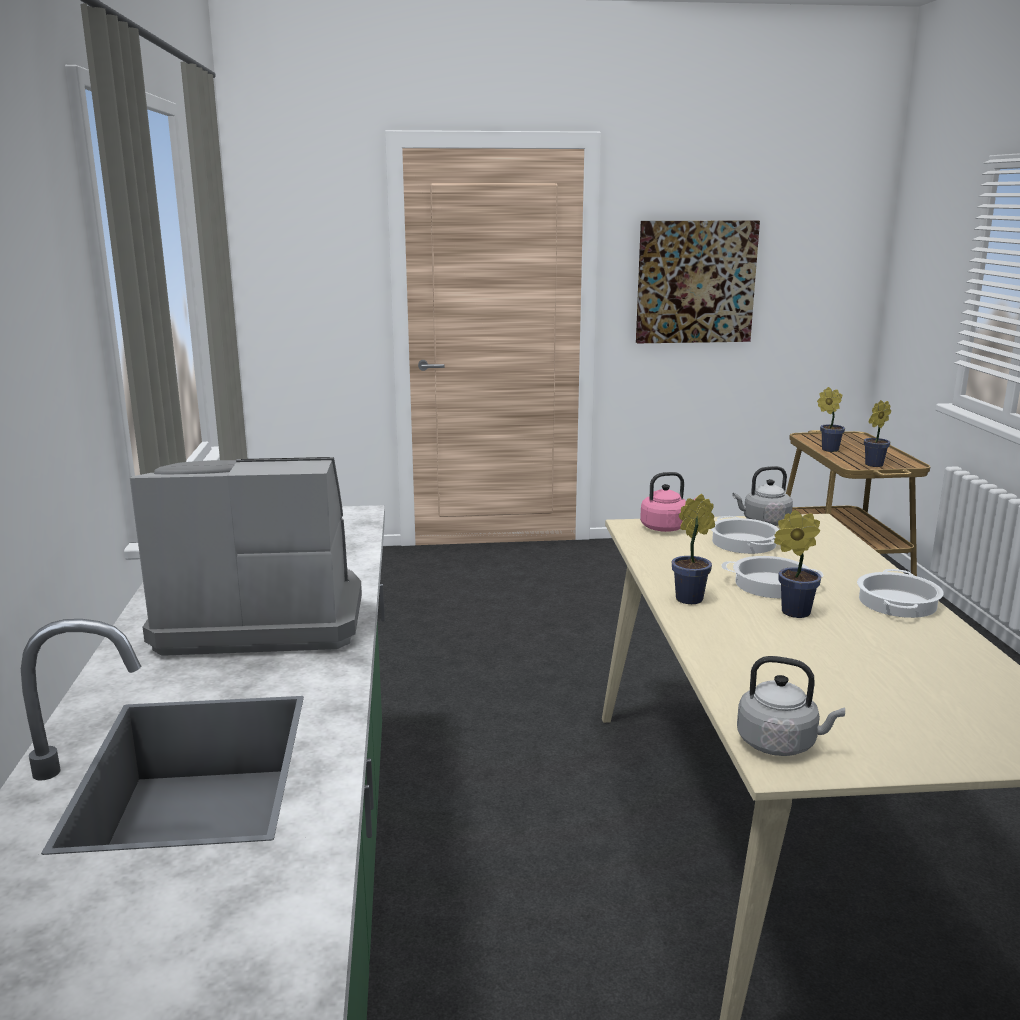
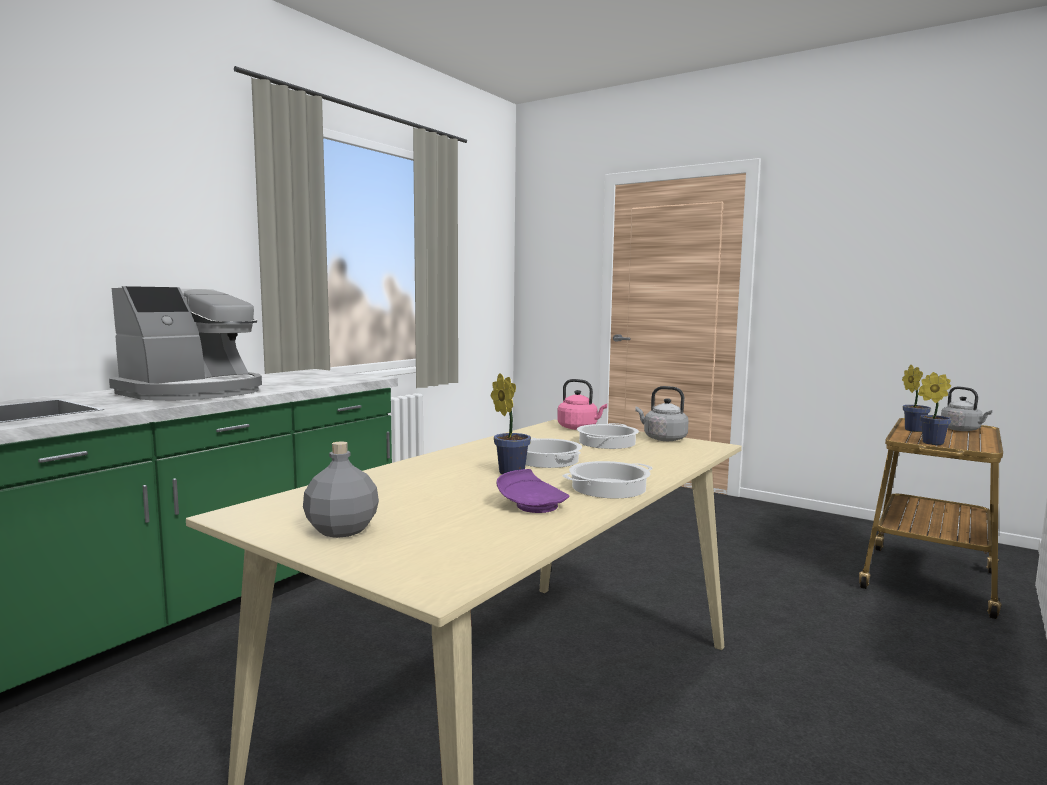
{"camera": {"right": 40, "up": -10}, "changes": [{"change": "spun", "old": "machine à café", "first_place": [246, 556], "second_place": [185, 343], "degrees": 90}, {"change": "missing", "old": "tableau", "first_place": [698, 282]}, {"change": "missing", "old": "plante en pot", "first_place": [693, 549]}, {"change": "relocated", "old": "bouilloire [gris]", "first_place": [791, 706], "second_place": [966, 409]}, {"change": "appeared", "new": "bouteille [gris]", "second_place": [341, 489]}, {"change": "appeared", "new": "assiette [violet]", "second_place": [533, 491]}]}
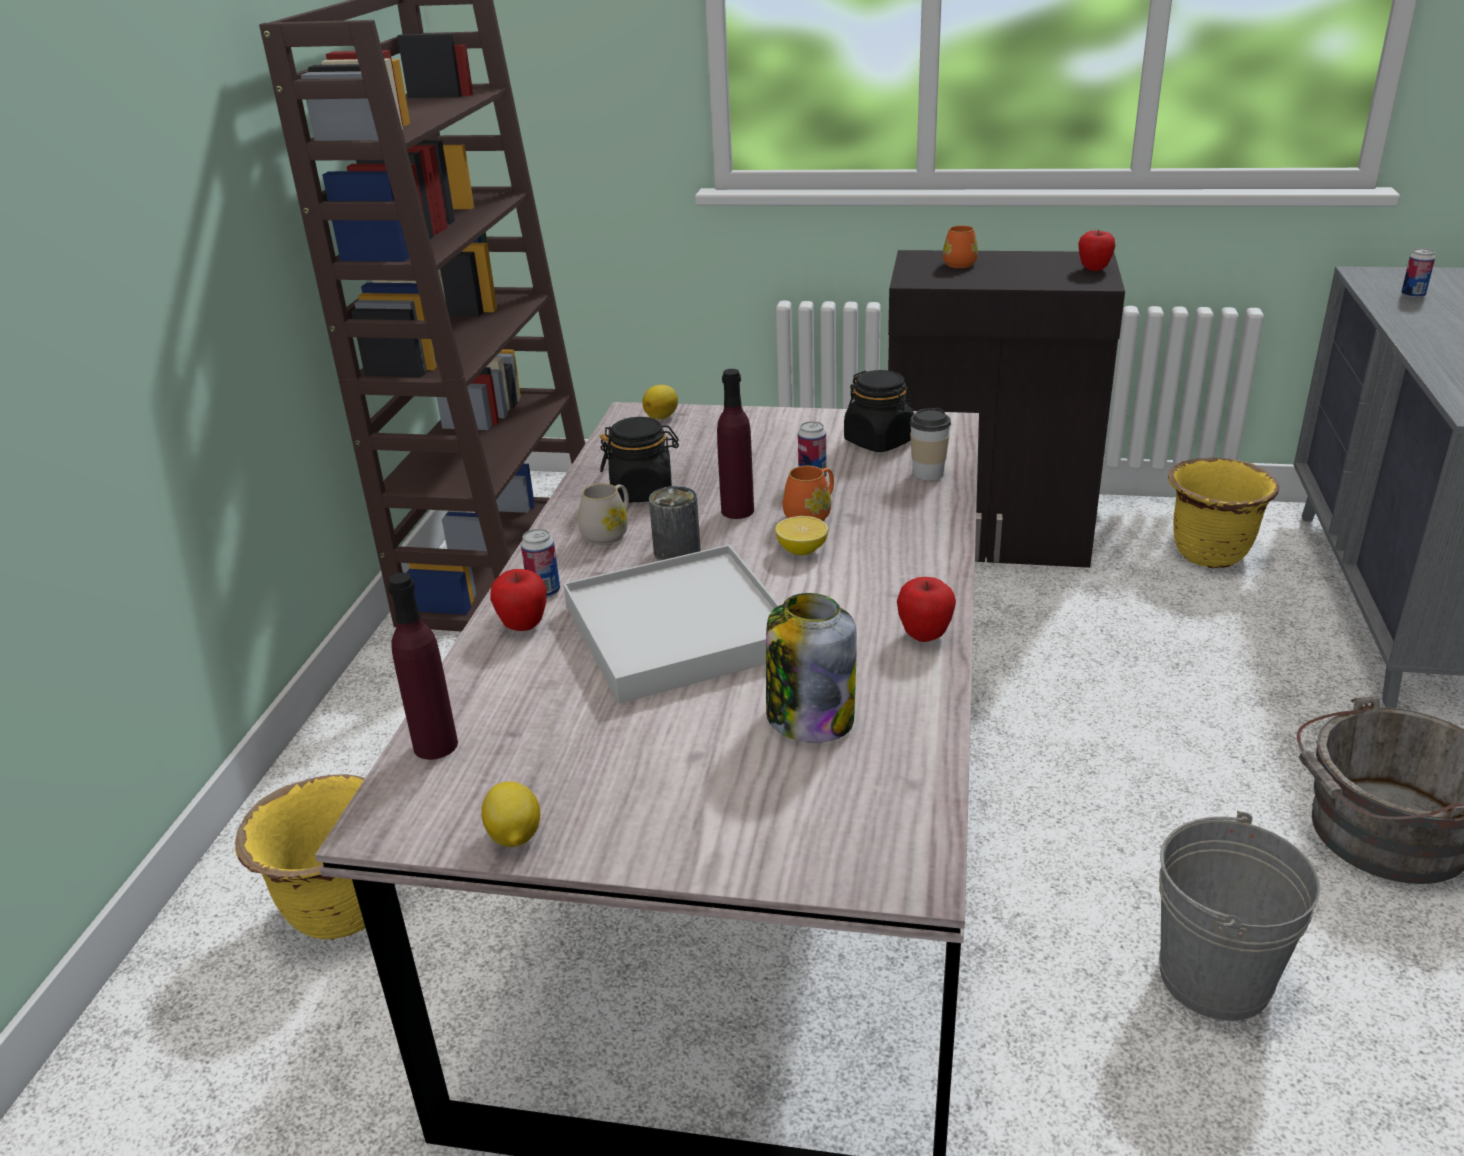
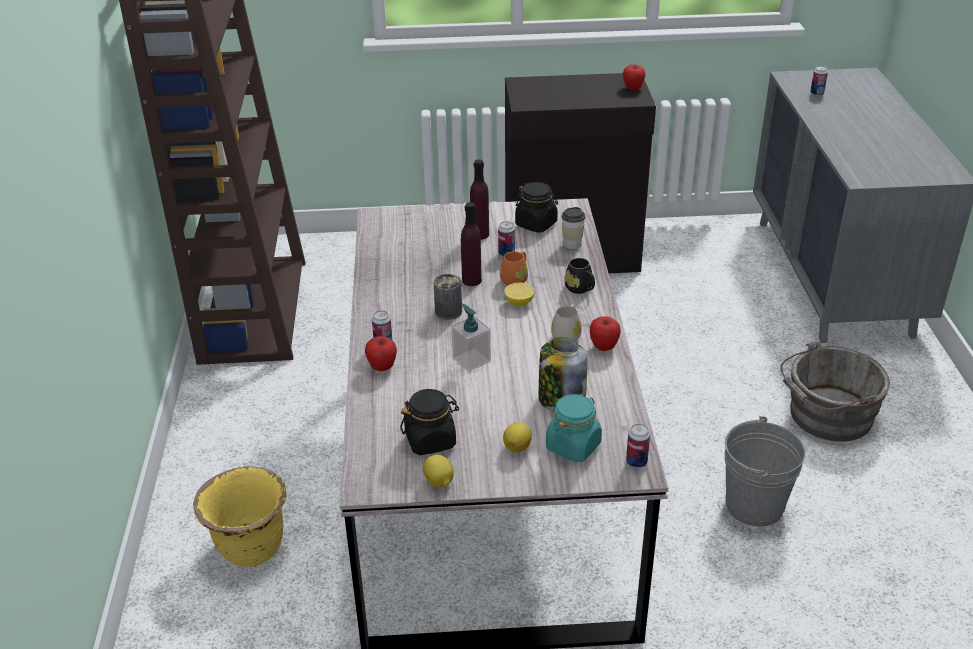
{"camera": {"right": -15, "up": 5}, "changes": [{"change": "relocated", "old": "bouteille [violet]", "first_place": [423, 666], "second_place": [479, 199]}, {"change": "exchanged", "old": "plateau [blanc]", "new": "distributeur de savon", "first_place": [671, 624], "second_place": [471, 338]}, {"change": "relocated", "old": "mug [blanc]", "first_place": [603, 514], "second_place": [566, 323]}, {"change": "relocated", "old": "bocal [noir]", "first_place": [639, 459], "second_place": [429, 422]}, {"change": "relocated", "old": "citron", "first_place": [660, 402], "second_place": [517, 437]}, {"change": "missing", "old": "mug [orange]", "first_place": [960, 246]}, {"change": "missing", "old": "cache-pot [jaune]", "first_place": [1223, 513]}, {"change": "appeared", "new": "bocal [turquoise]", "second_place": [574, 428]}, {"change": "appeared", "new": "mug [noir]", "second_place": [579, 276]}, {"change": "appeared", "new": "boîte métallique", "second_place": [638, 446]}]}
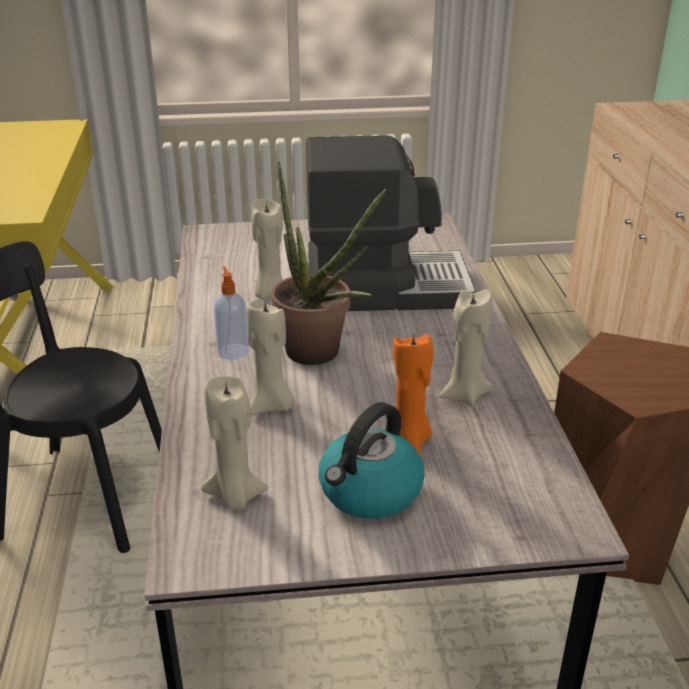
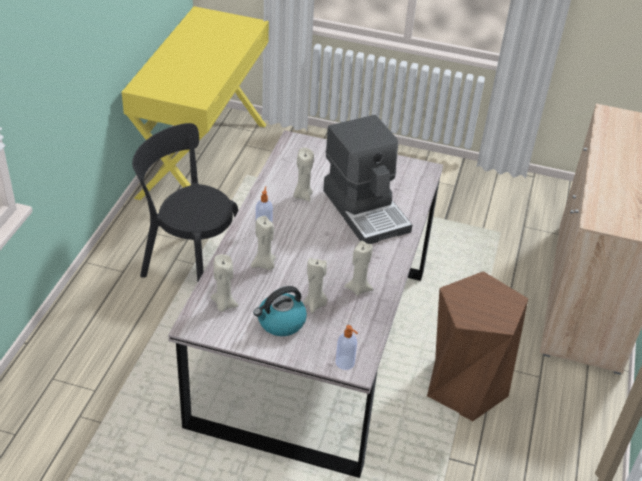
{"camera": {"right": 20, "up": 10}, "changes": [{"change": "missing", "old": "plante en pot", "first_place": [328, 263]}, {"change": "spun", "old": "machine à café", "first_place": [391, 223], "second_place": [367, 179], "degrees": 45}, {"change": "colour", "old": "bougie [orange]", "new": "bougie [beige]", "first_place": [413, 394], "second_place": [315, 286]}, {"change": "appeared", "new": "distributeur de savon", "second_place": [347, 347]}]}
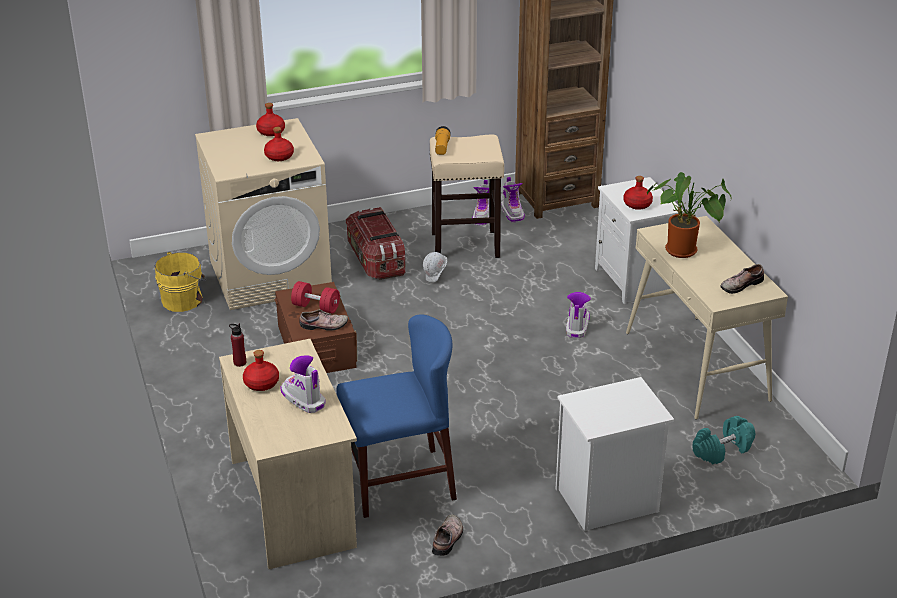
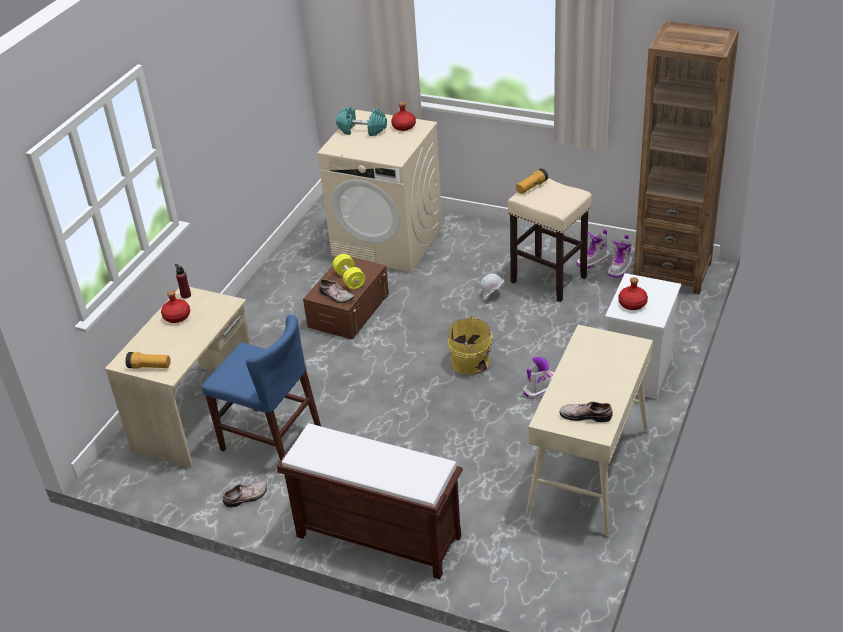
{"camera": {"right": 45, "up": 5}, "changes": [{"change": "relocated", "old": "seau [jaune]", "first_place": [180, 282], "second_place": [470, 345]}, {"change": "missing", "old": "bouteille [rouge]", "first_place": [279, 144]}, {"change": "missing", "old": "botte", "first_place": [303, 384]}, {"change": "colour", "old": "haltère [rouge]", "new": "haltère [jaune]", "first_place": [315, 297], "second_place": [349, 271]}, {"change": "missing", "old": "boîte de rangement", "first_place": [376, 243]}, {"change": "exchanged", "old": "table de chevet [blanc]", "new": "banc [marron]", "first_place": [615, 454], "second_place": [370, 501]}, {"change": "missing", "old": "plante en pot", "first_place": [689, 215]}, {"change": "relocated", "old": "haltère [turquoise]", "first_place": [724, 440], "second_place": [361, 121]}, {"change": "appeared", "new": "lampe de poche", "second_place": [147, 360]}]}
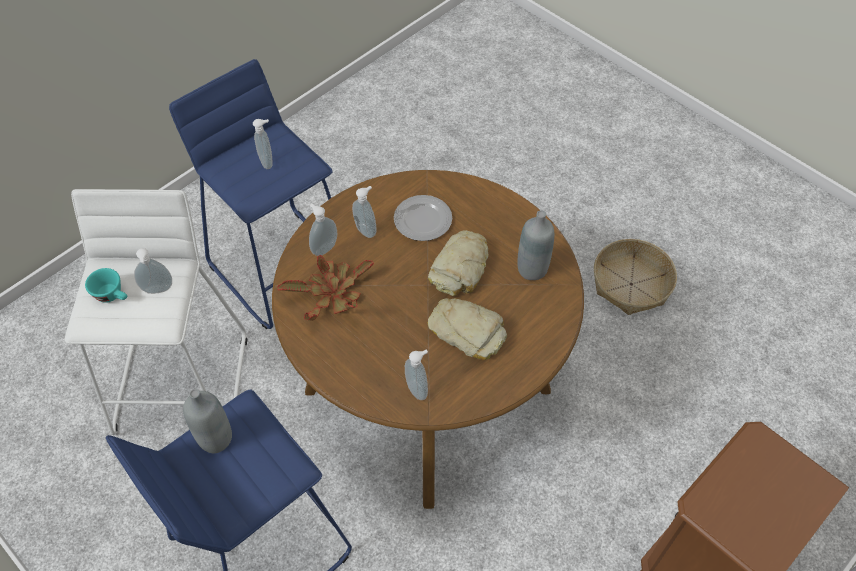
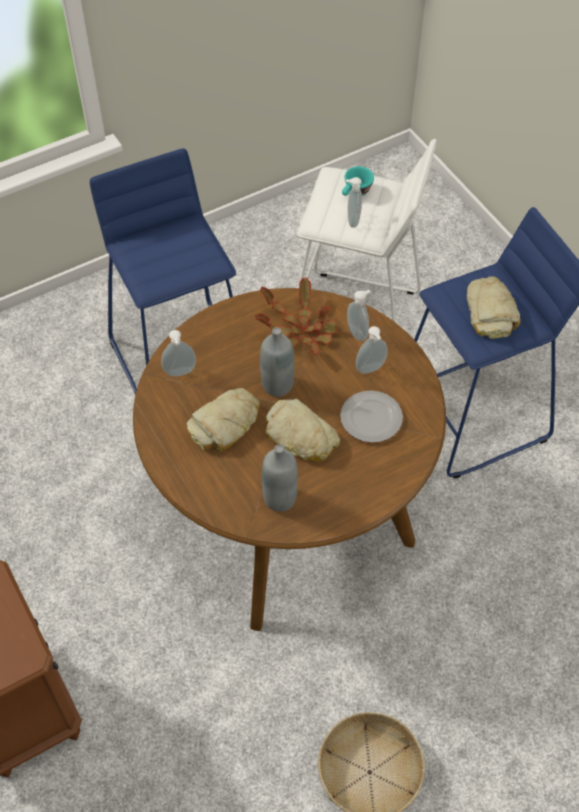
{"camera": {"right": 105, "up": 0}, "changes": [{"change": "relocated", "old": "bouteille [gris]", "first_place": [207, 421], "second_place": [277, 362]}, {"change": "exchanged", "old": "distributeur de savon", "new": "pain", "first_place": [262, 144], "second_place": [493, 307]}]}
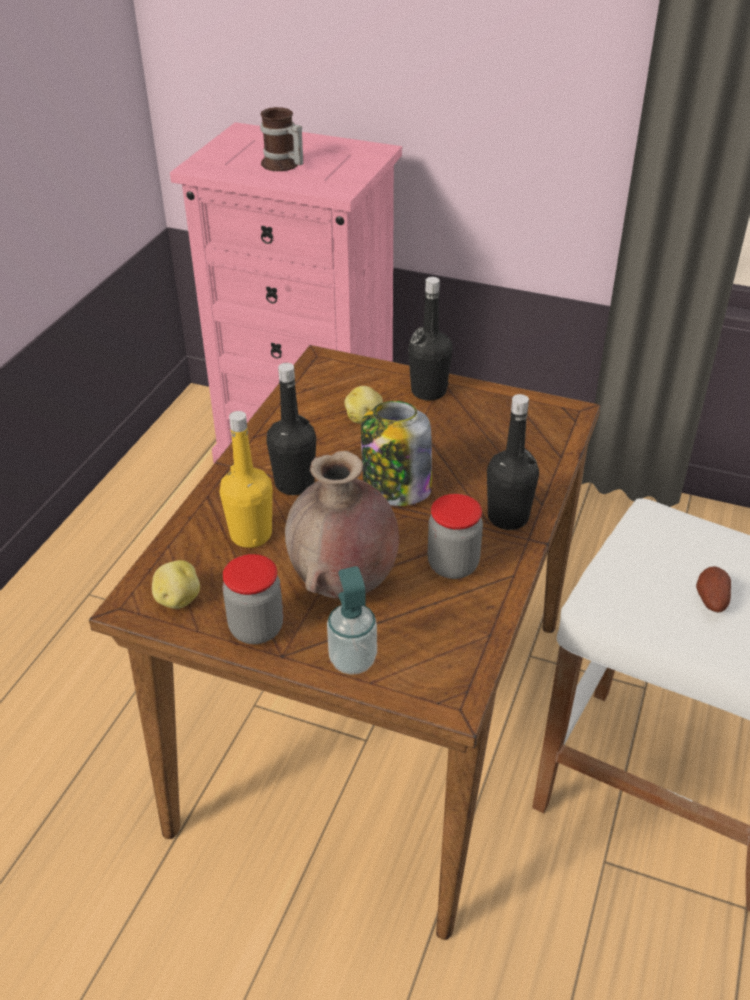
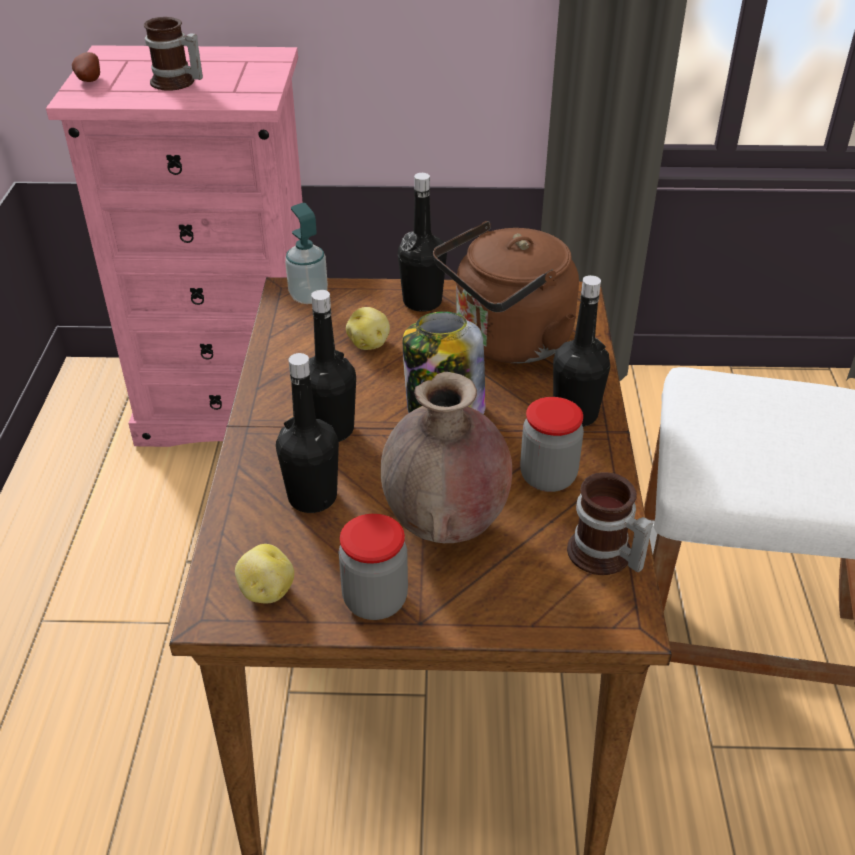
{"camera": {"right": -20, "up": 0}, "changes": [{"change": "colour", "old": "bouteille [jaune]", "new": "bouteille [noir]", "first_place": [246, 479], "second_place": [307, 433]}, {"change": "relocated", "old": "distributeur de savon", "first_place": [352, 620], "second_place": [306, 253]}, {"change": "relocated", "old": "pomme de terre", "first_place": [713, 589], "second_place": [86, 67]}, {"change": "appeared", "new": "bouilloire [marron]", "second_place": [506, 292]}, {"change": "appeared", "new": "mug", "second_place": [610, 523]}]}
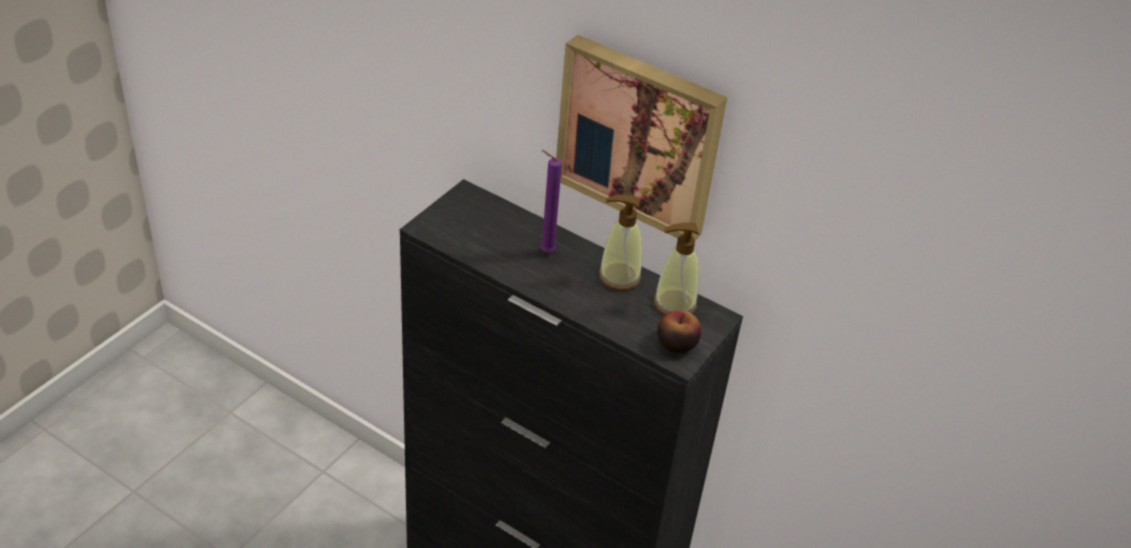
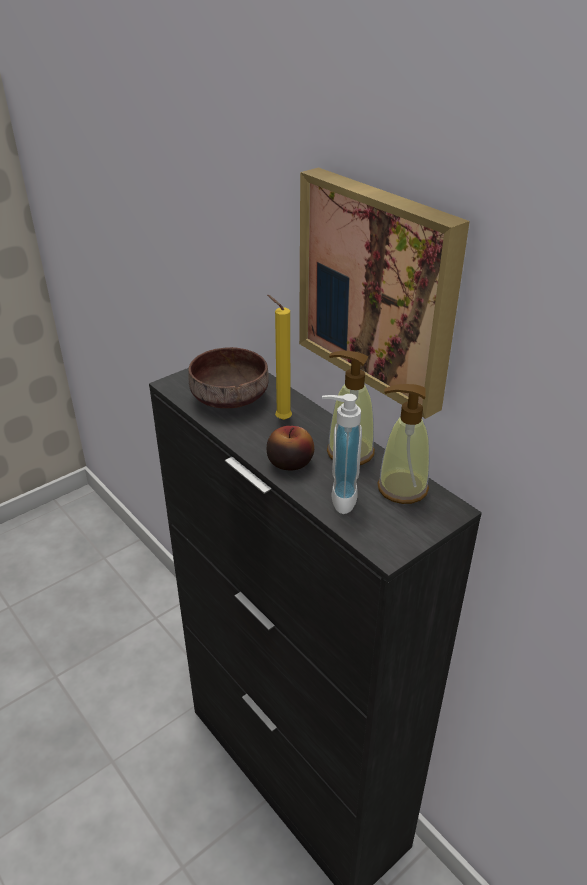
{"camera": {"right": 20, "up": -5}, "changes": [{"change": "colour", "old": "bougie [violet]", "new": "bougie [jaune]", "first_place": [551, 201], "second_place": [279, 357]}, {"change": "relocated", "old": "pomme", "first_place": [679, 331], "second_place": [290, 448]}, {"change": "appeared", "new": "bol [marron]", "second_place": [228, 377]}, {"change": "appeared", "new": "distributeur de savon", "second_place": [342, 454]}]}
